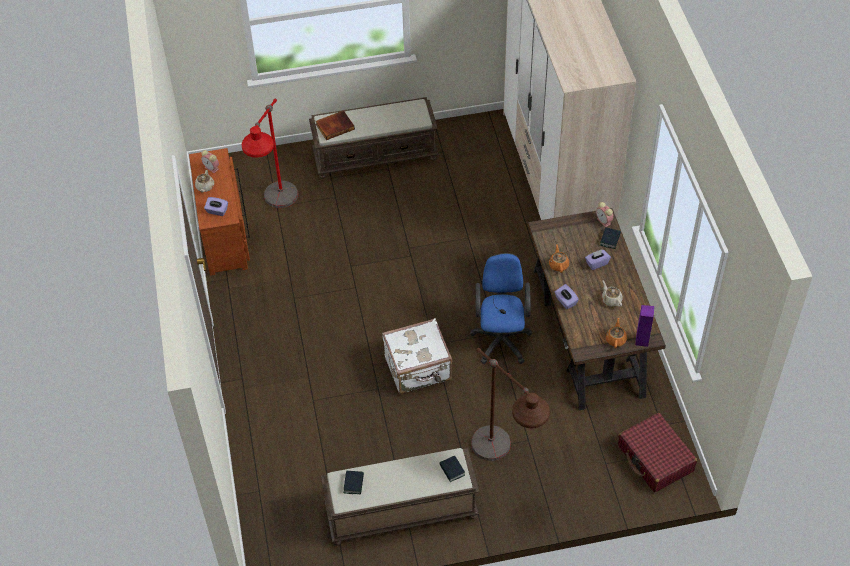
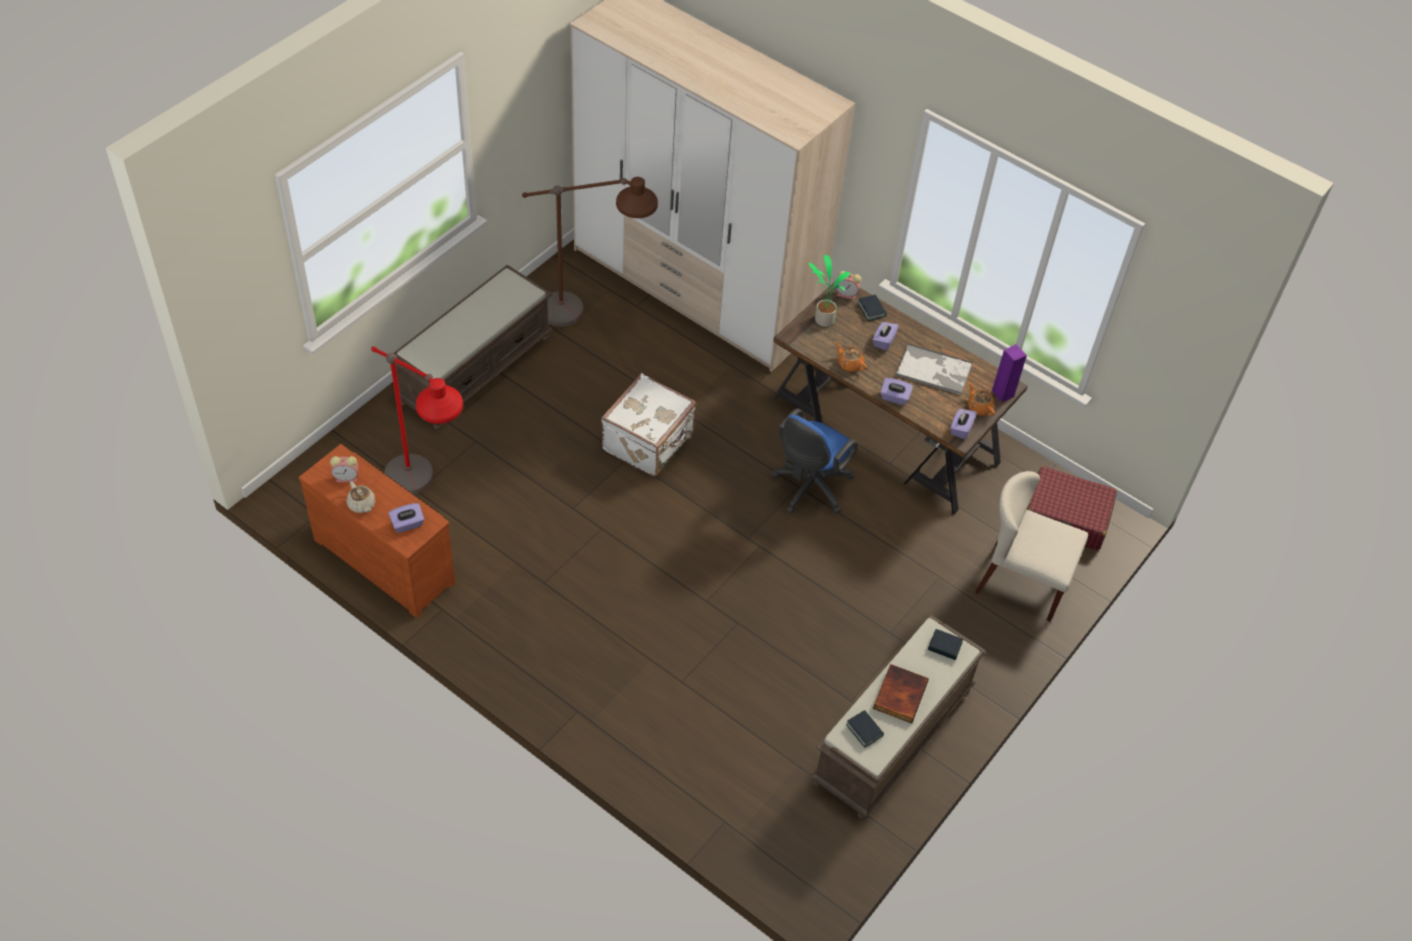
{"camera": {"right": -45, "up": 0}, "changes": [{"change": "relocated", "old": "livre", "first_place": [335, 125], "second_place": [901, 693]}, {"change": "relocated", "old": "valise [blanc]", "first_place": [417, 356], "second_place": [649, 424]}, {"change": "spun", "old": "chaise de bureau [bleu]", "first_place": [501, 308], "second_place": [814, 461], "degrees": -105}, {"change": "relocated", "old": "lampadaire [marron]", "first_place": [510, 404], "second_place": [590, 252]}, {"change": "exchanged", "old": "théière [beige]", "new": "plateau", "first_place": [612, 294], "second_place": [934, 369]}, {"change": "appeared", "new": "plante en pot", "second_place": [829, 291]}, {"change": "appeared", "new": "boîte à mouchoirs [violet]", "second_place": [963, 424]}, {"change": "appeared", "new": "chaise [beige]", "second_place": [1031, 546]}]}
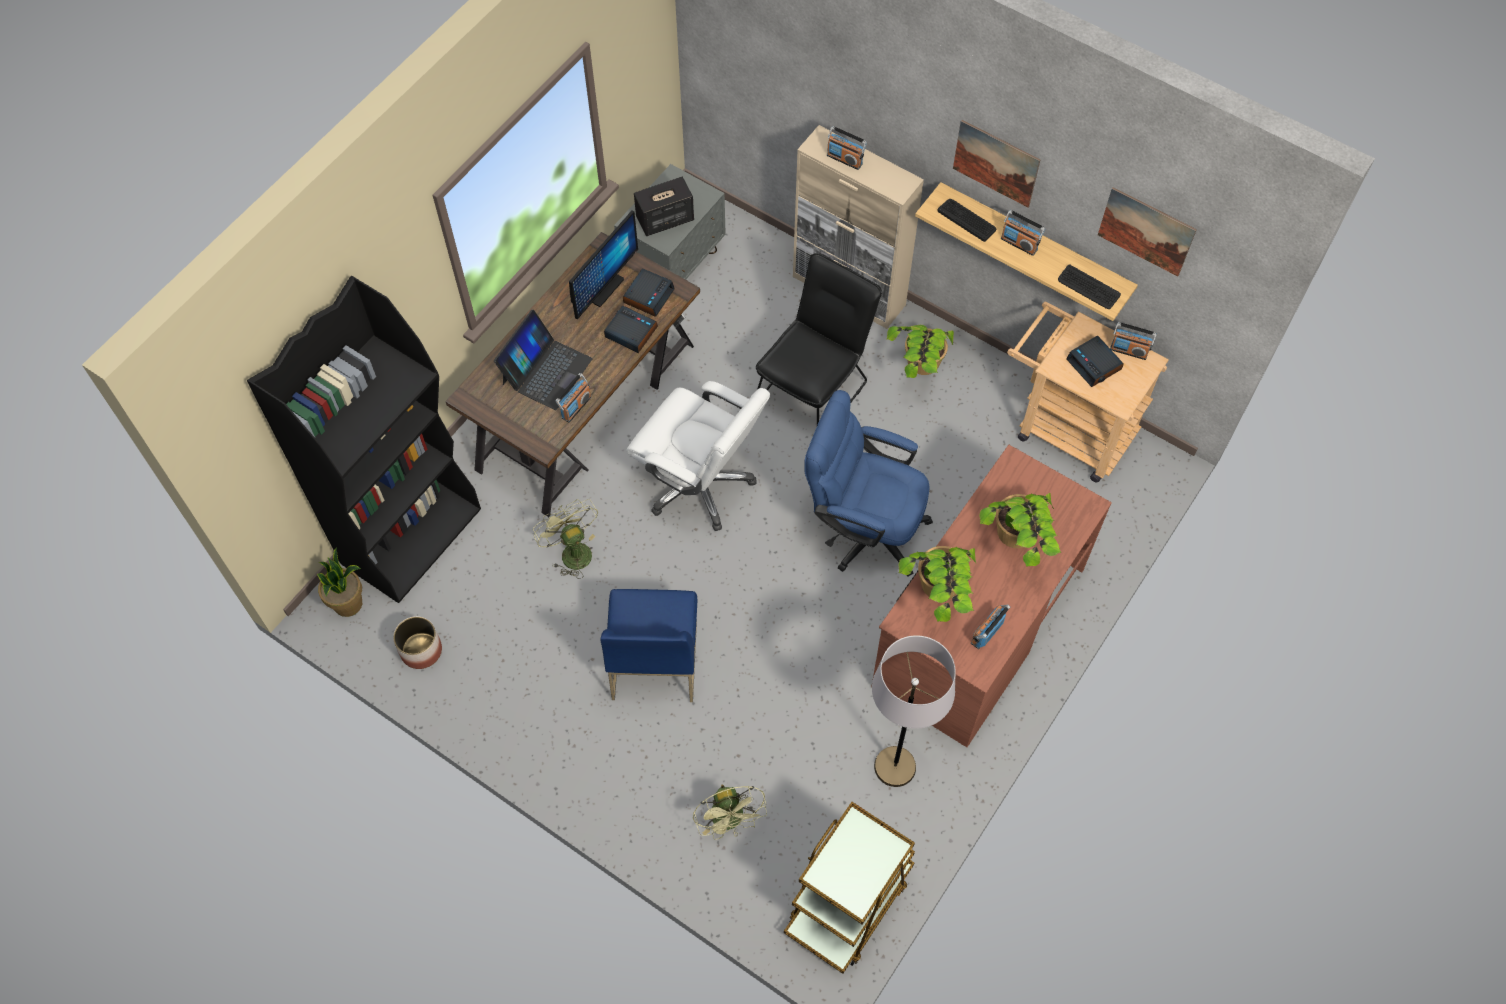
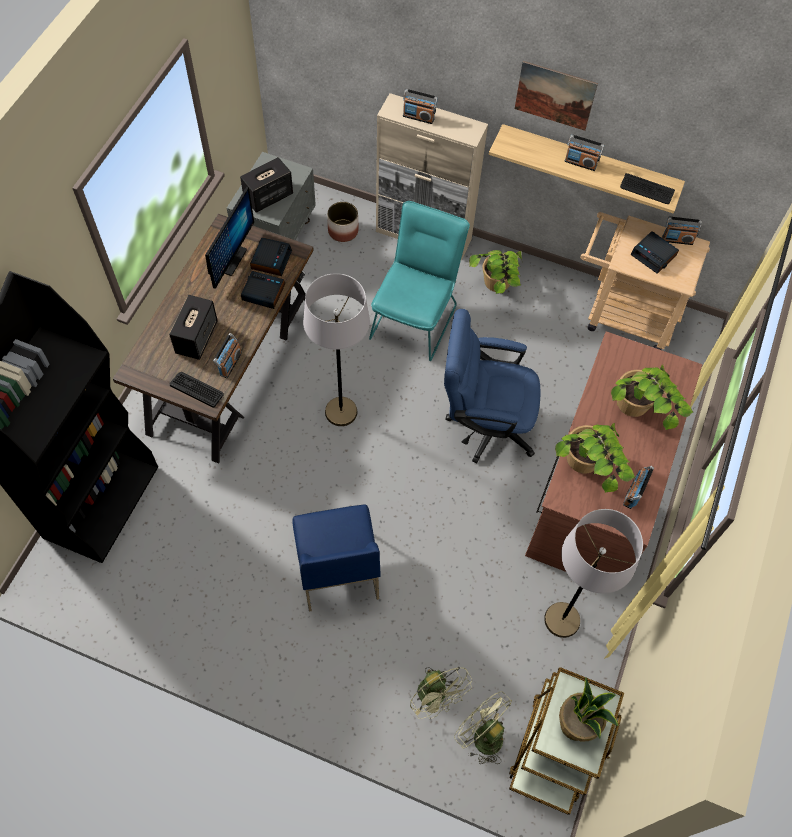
{"camera": {"right": -15, "up": 0}, "changes": [{"change": "relocated", "old": "plante en pot", "first_place": [339, 582], "second_place": [589, 710]}, {"change": "relocated", "old": "cache-pot", "first_place": [417, 642], "second_place": [343, 222]}, {"change": "exchanged", "old": "ordinateur portable", "new": "enceinte", "first_place": [543, 360], "second_place": [193, 327]}, {"change": "relocated", "old": "ventilateur [vert]", "first_place": [565, 539], "second_place": [483, 727]}, {"change": "exchanged", "old": "chaise de bureau [blanc]", "new": "lampadaire [gris]", "first_place": [698, 456], "second_place": [336, 349]}, {"change": "colour", "old": "chaise [noir]", "new": "chaise [turquoise]", "first_place": [819, 339], "second_place": [419, 281]}, {"change": "relocated", "old": "clavier", "first_place": [966, 220], "second_place": [196, 390]}, {"change": "missing", "old": "tableau", "first_place": [1147, 231]}]}
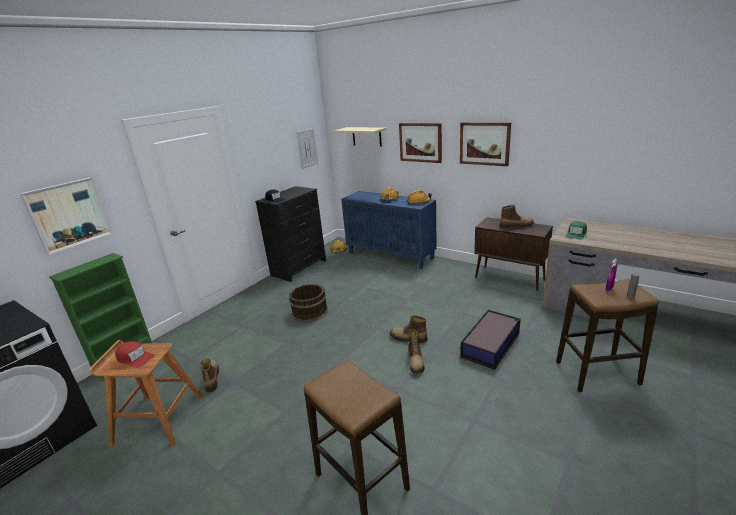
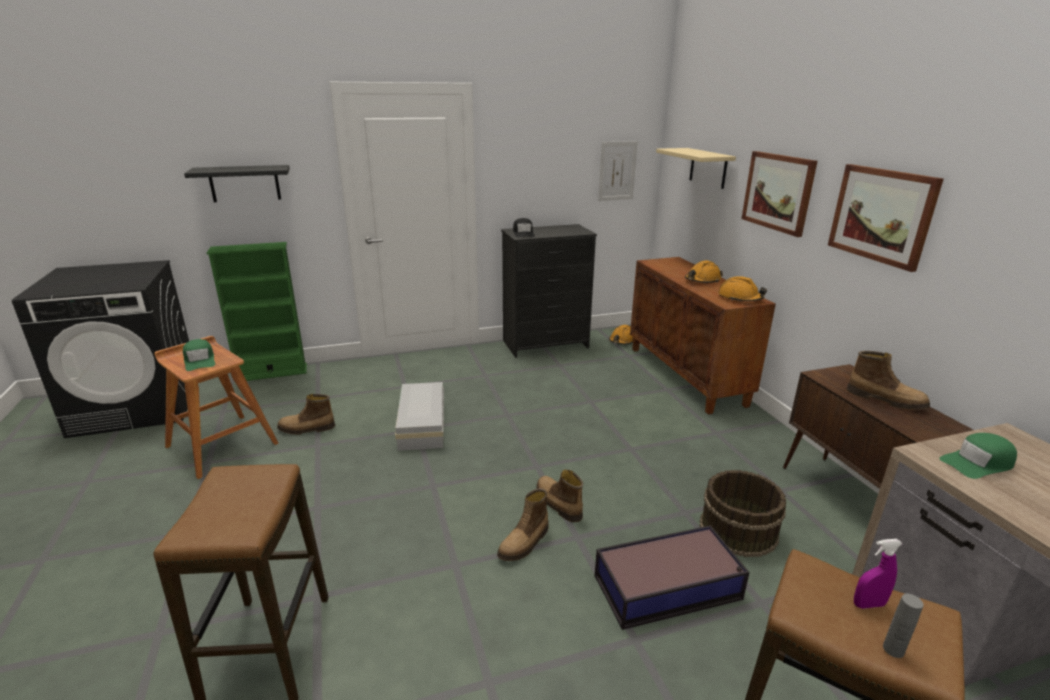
{"camera": {"right": 35, "up": 0}, "changes": [{"change": "exchanged", "old": "tableau", "new": "étagère [noir]", "first_place": [66, 216], "second_place": [237, 183]}, {"change": "colour", "old": "casquette [rouge]", "new": "casquette [vert]", "first_place": [135, 354], "second_place": [199, 355]}, {"change": "spun", "old": "botte", "first_place": [209, 375], "second_place": [306, 414], "degrees": -120}, {"change": "relocated", "old": "seau [marron]", "first_place": [308, 303], "second_place": [743, 513]}, {"change": "colour", "old": "meuble de rangement [bleu]", "new": "meuble de rangement [marron]", "first_place": [389, 230], "second_place": [703, 335]}, {"change": "appeared", "new": "boîte de rangement [blanc]", "second_place": [419, 416]}]}
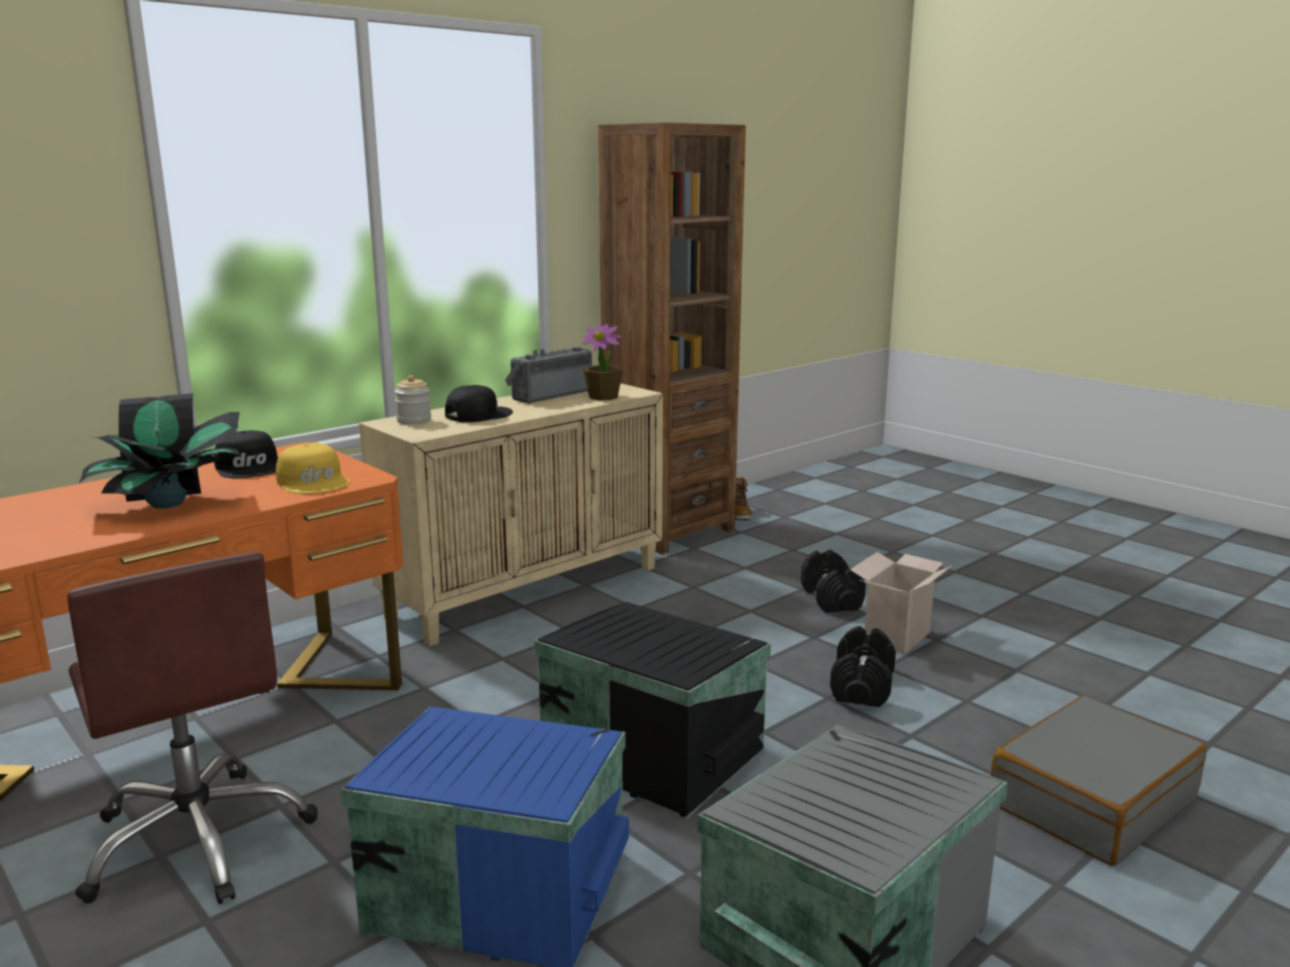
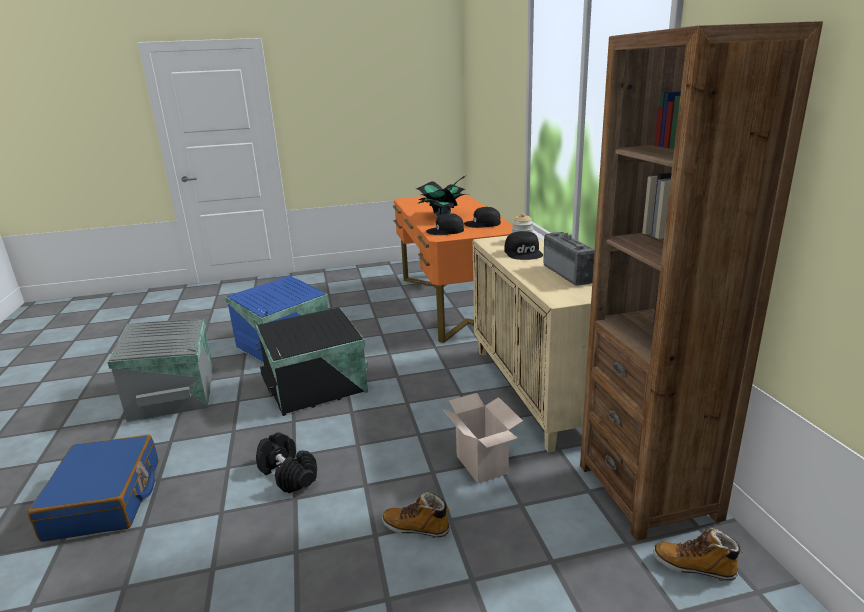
{"camera": {"right": 120, "up": 5}, "changes": [{"change": "missing", "old": "chaise de bureau [marron]", "first_place": [192, 728]}, {"change": "colour", "old": "casquette [jaune]", "new": "casquette [noir]", "first_place": [313, 468], "second_place": [445, 224]}, {"change": "missing", "old": "plante en pot", "first_place": [602, 361]}, {"change": "exchanged", "old": "haltère [noir]", "new": "botte", "first_place": [833, 581], "second_place": [416, 514]}, {"change": "relocated", "old": "carton", "first_place": [901, 603], "second_place": [483, 438]}, {"change": "colour", "old": "valise [gris]", "new": "valise [bleu]", "first_place": [1098, 780], "second_place": [93, 488]}]}
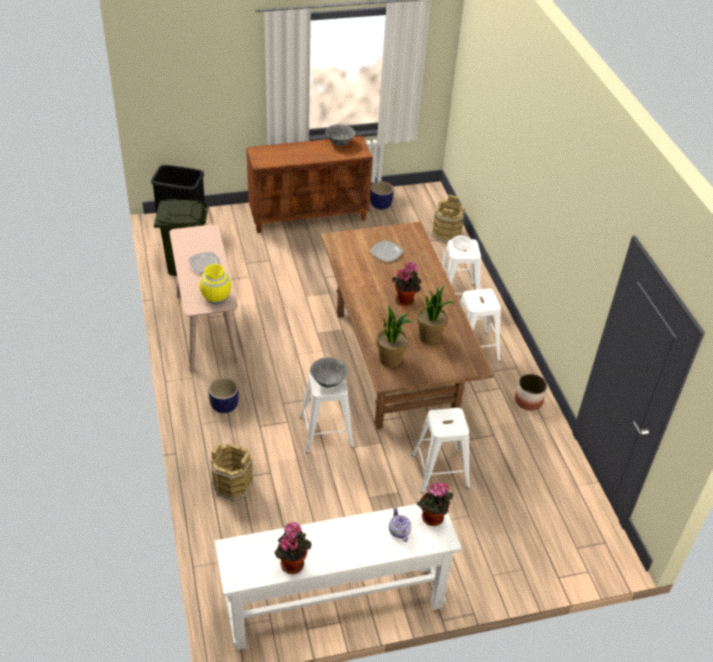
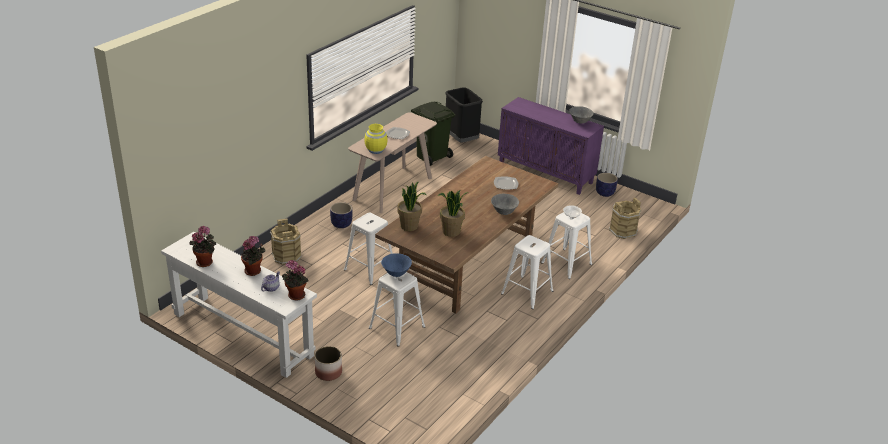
{"camera": {"right": 50, "up": -10}, "changes": [{"change": "colour", "old": "meuble de rangement [marron]", "new": "meuble de rangement [violet]", "first_place": [309, 184], "second_place": [551, 146]}, {"change": "relocated", "old": "bol [gris]", "first_place": [329, 373], "second_place": [505, 204]}, {"change": "relocated", "old": "plante en pot", "first_place": [407, 284], "second_place": [253, 256]}, {"change": "relocated", "old": "cache-pot", "first_place": [531, 392], "second_place": [328, 363]}, {"change": "appeared", "new": "bol [bleu]", "second_place": [396, 265]}]}
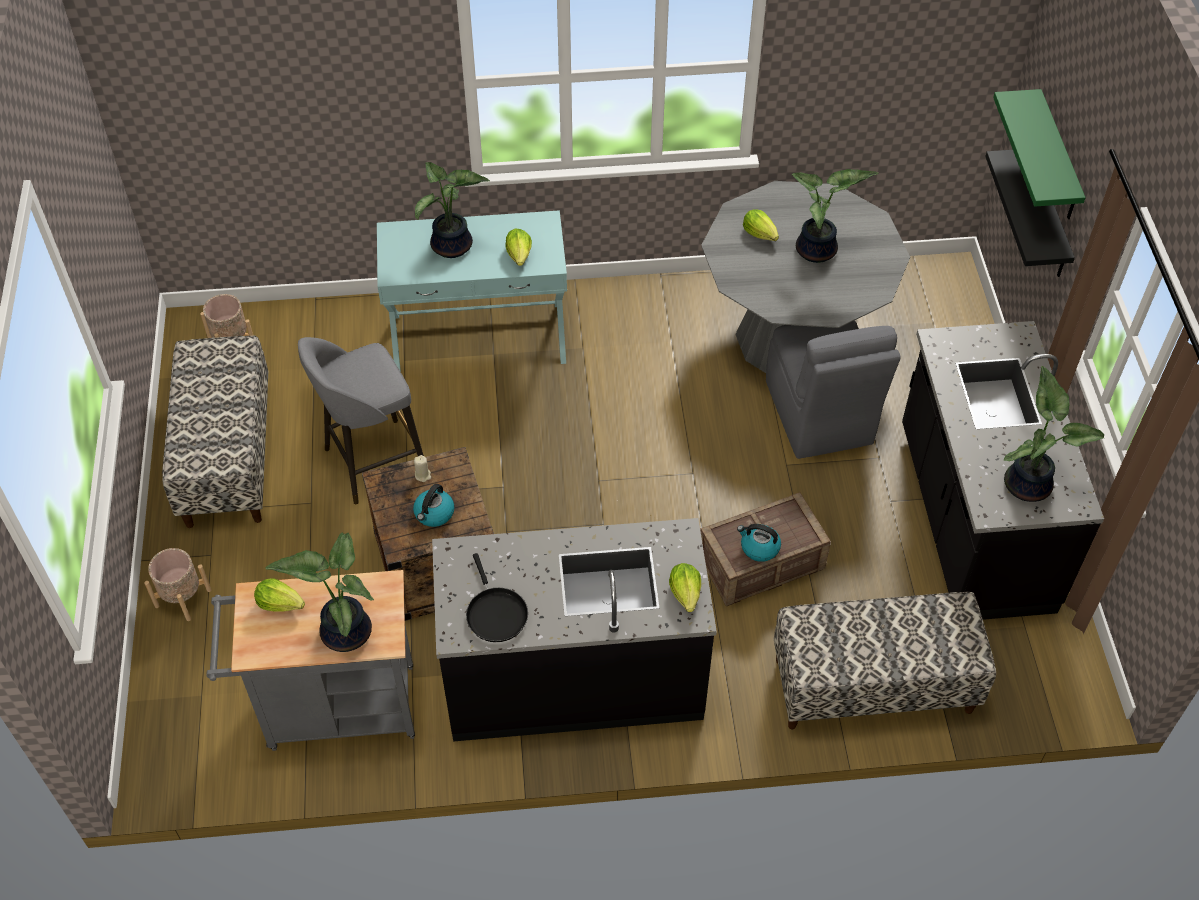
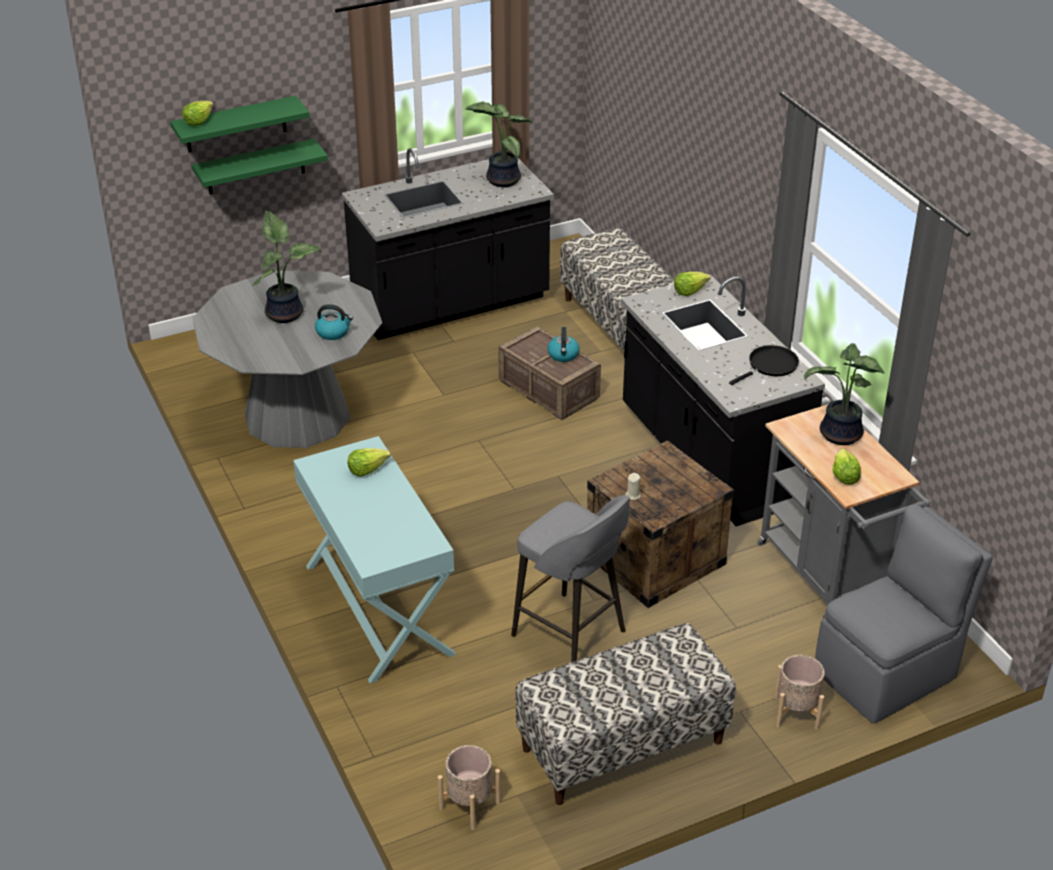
{"camera": {"right": -110, "up": -15}, "changes": [{"change": "relocated", "old": "bouilloire", "first_place": [433, 505], "second_place": [334, 322]}, {"change": "missing", "old": "plante en pot", "first_place": [452, 210]}, {"change": "relocated", "old": "laitue", "first_place": [761, 225], "second_place": [197, 113]}, {"change": "relocated", "old": "chaise [gris]", "first_place": [833, 389], "second_place": [904, 614]}, {"change": "colour", "old": "étagère [noir]", "new": "étagère [vert]", "first_place": [1030, 213], "second_place": [260, 166]}]}
